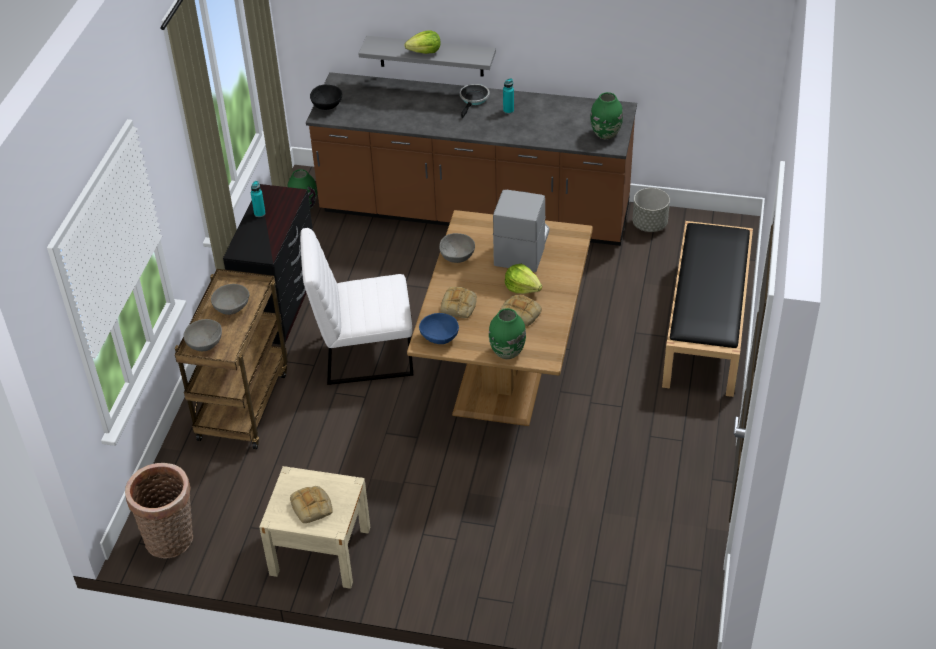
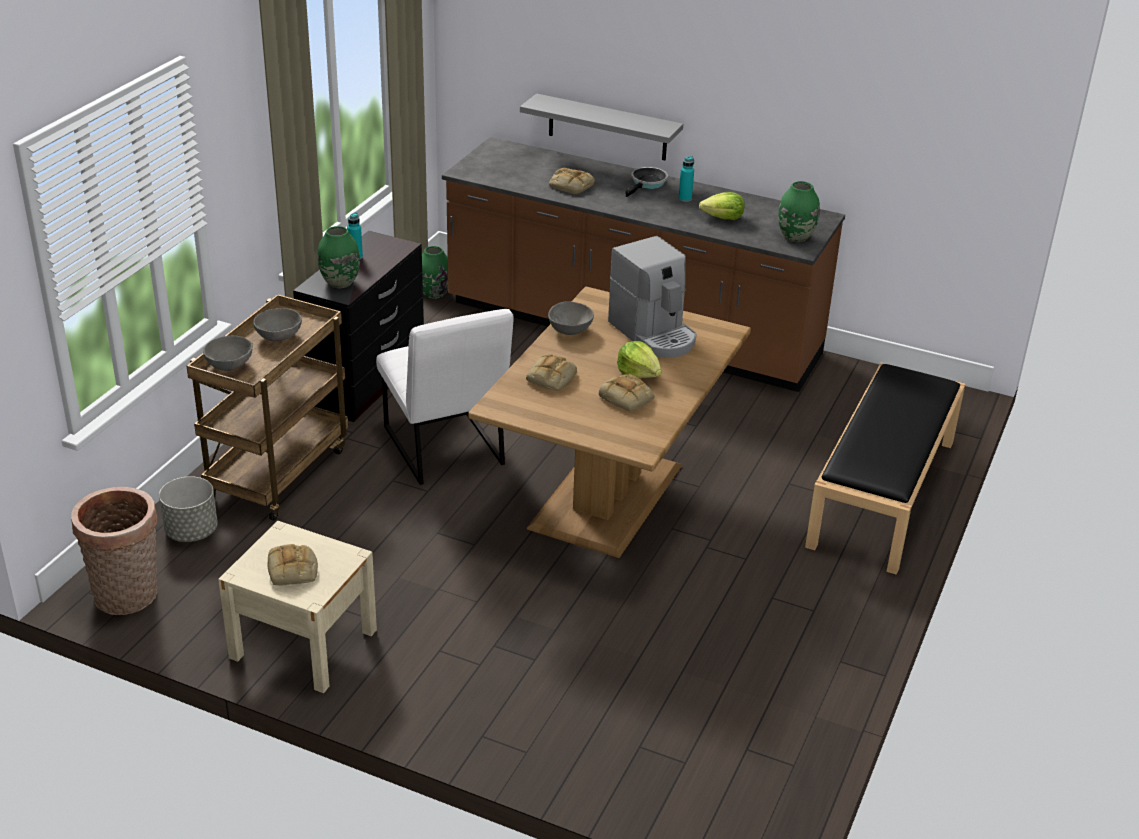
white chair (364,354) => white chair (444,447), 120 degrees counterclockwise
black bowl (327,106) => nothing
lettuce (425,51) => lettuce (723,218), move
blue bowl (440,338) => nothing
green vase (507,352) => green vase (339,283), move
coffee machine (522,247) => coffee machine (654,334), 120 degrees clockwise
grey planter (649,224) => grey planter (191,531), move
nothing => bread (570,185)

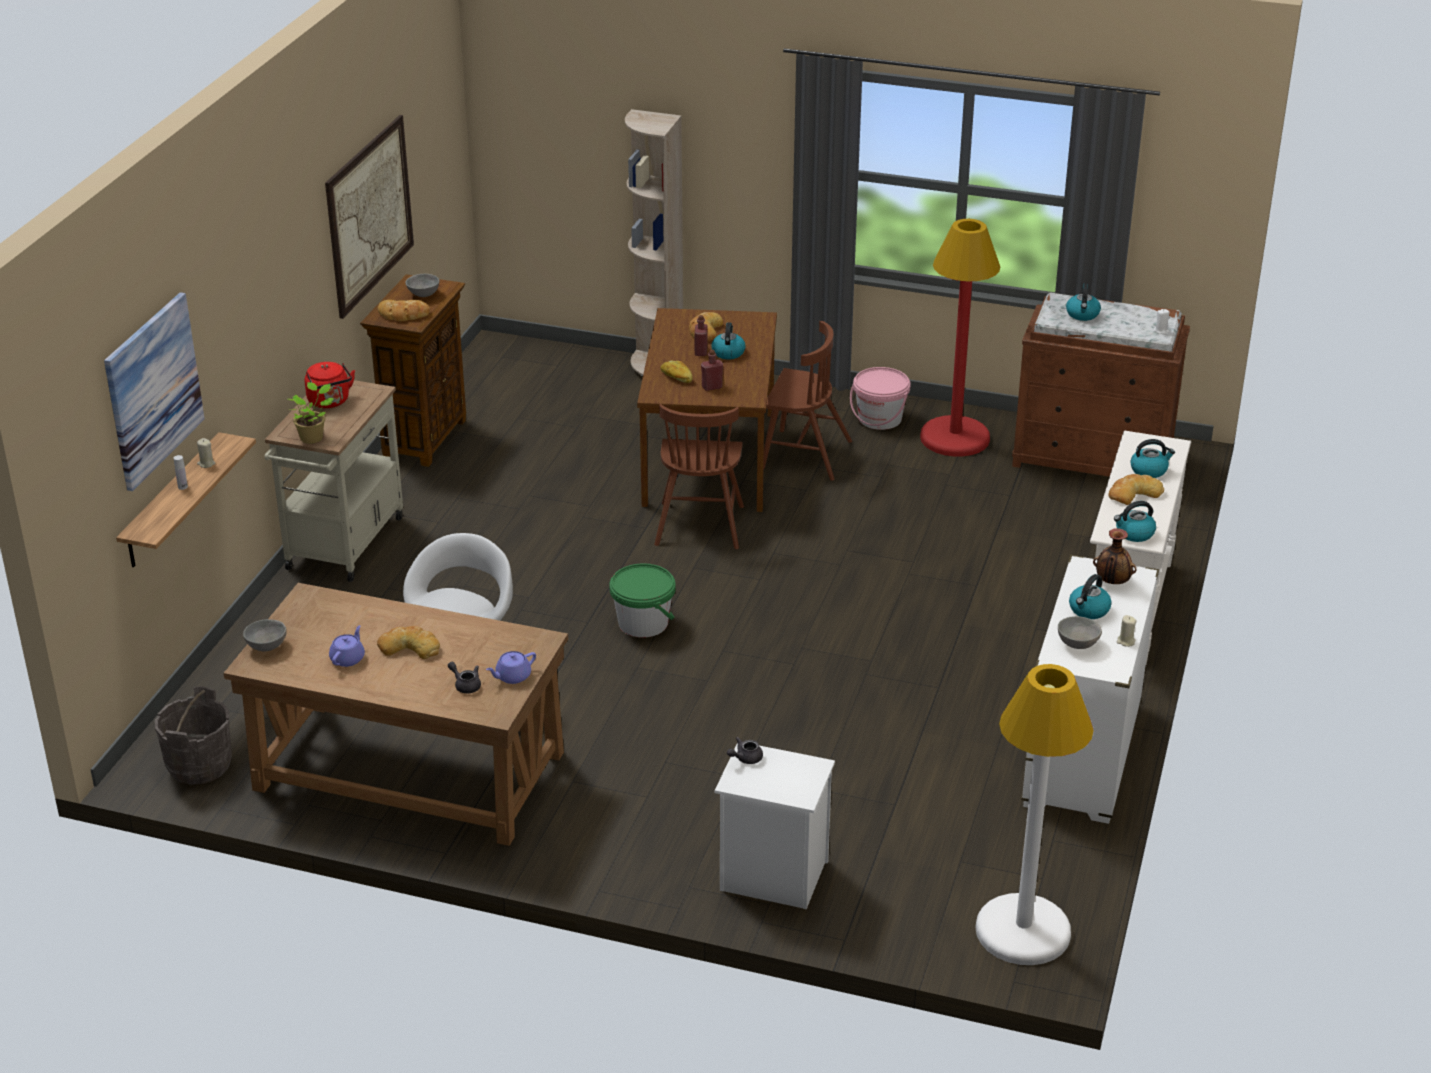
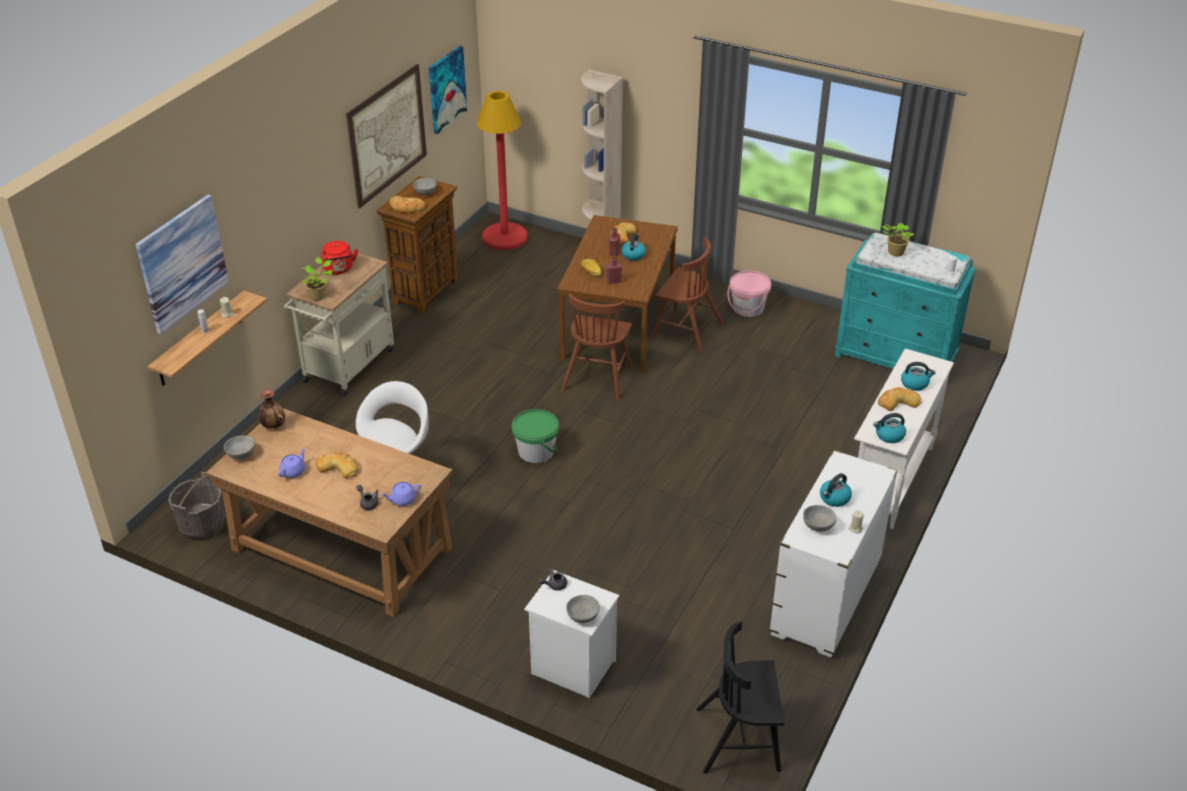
red floor lamp (955,438) => red floor lamp (505,237), move
white floor lamp (1022,931) => black chair (743,738)
brown dresser (1093,459) => turquoise dresser (896,355)
kettle (1082,314) => potted plant (894,252)
vase (1112,582) => vase (273,426), move
nothing => picture (446,89)
nothing => grey bowl (582,617)

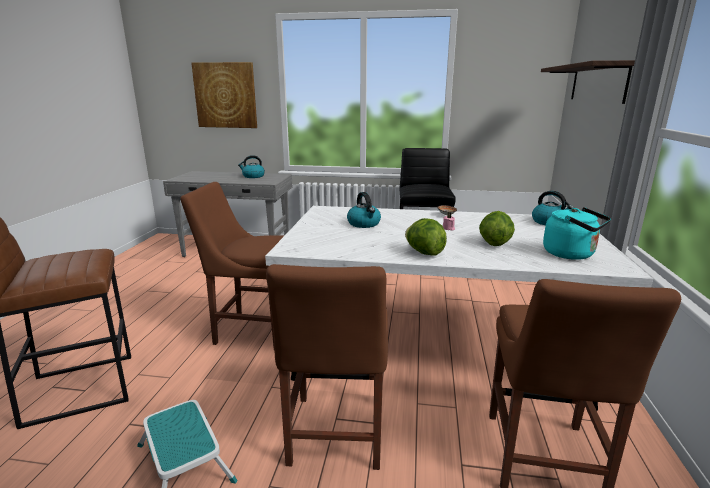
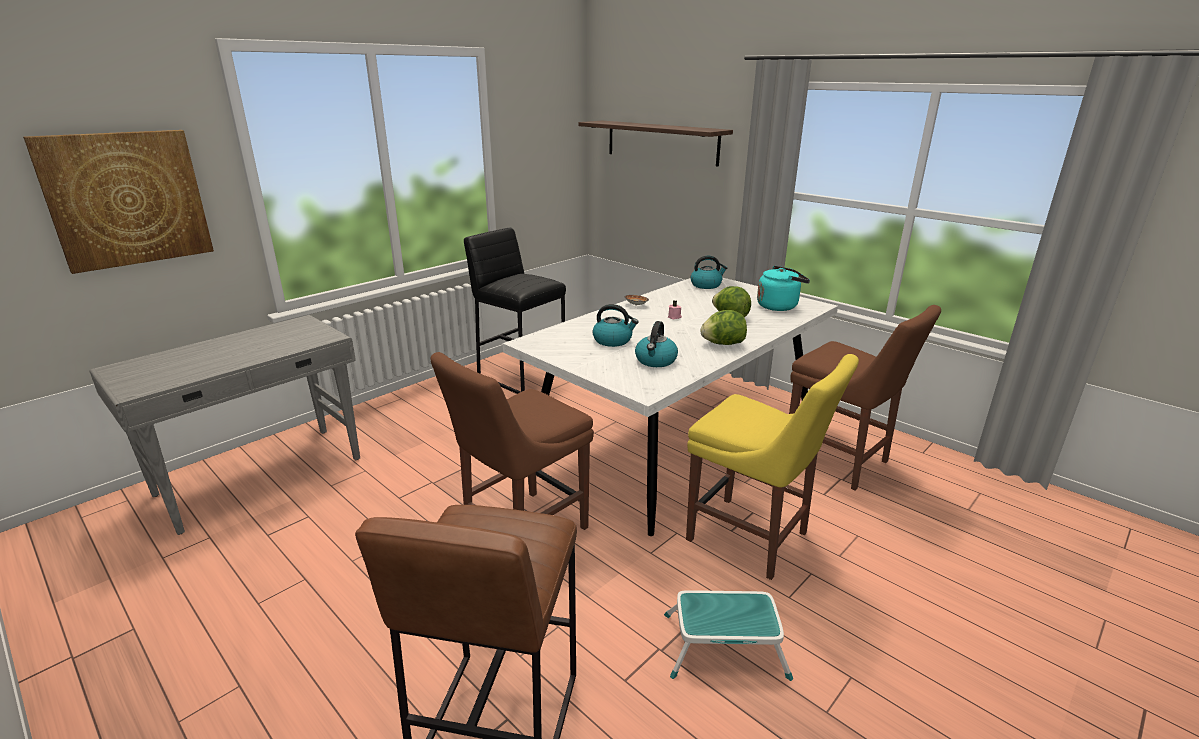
kettle (253,176) => kettle (656,361), move
brown chair (335,435) => yellow chair (752,539)

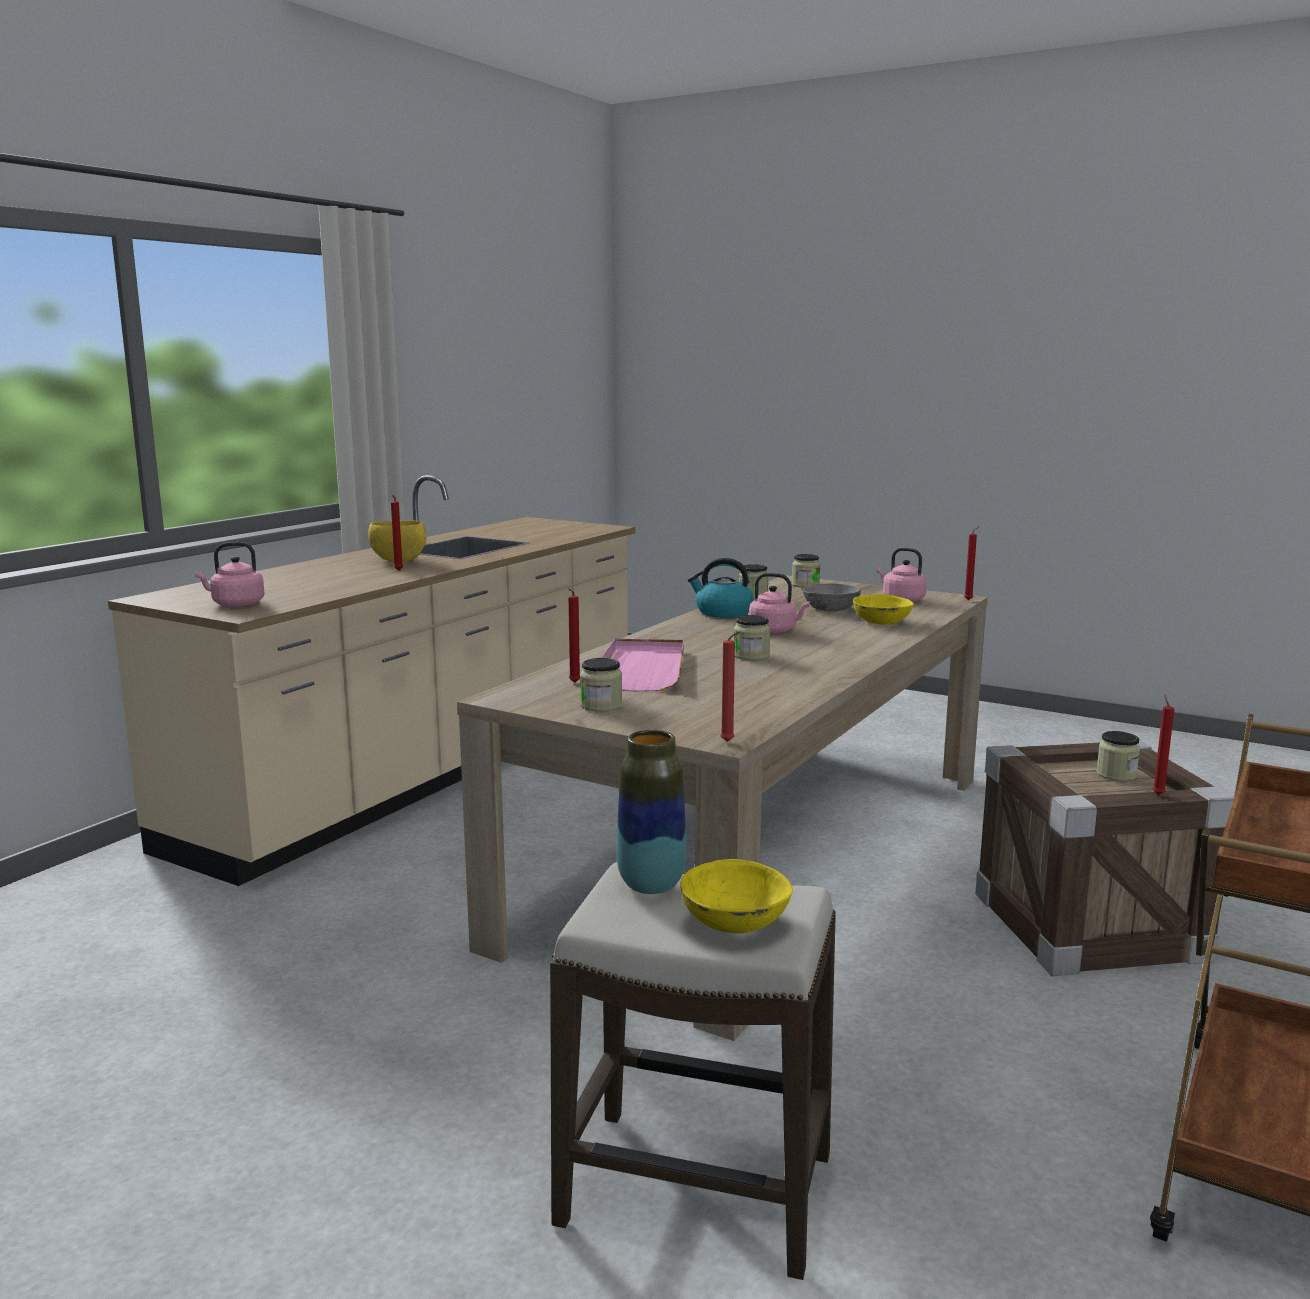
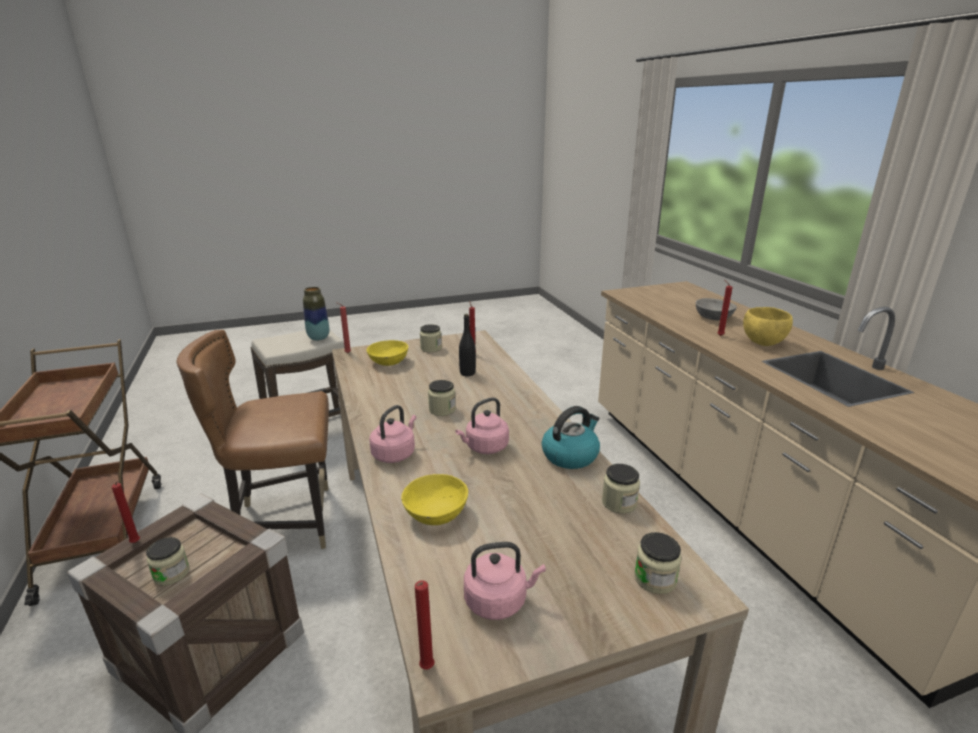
pink kettle (235,604) => pink kettle (395,454), move
pink tray (642,669) => black bottle (467,373)
yellow bowl (733,921) => yellow bowl (389,361), move
grey bowl (831,609) => grey bowl (712,318), move
nothing => brown chair (285,521)

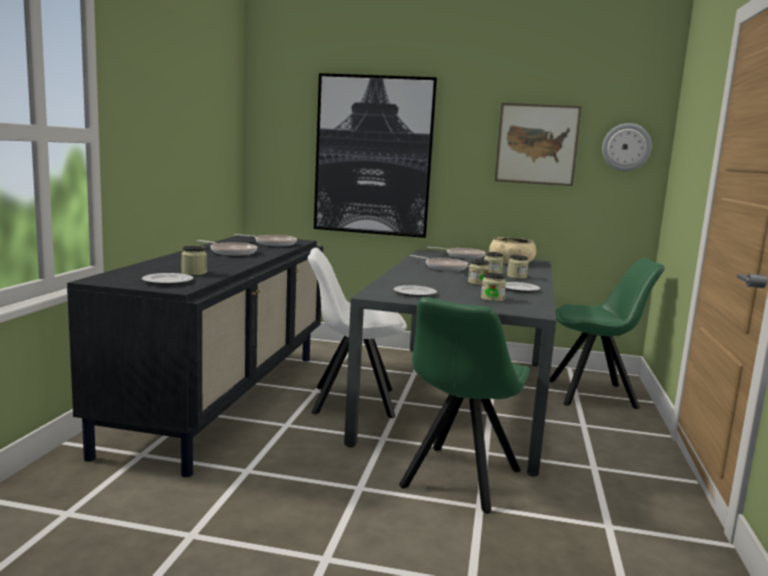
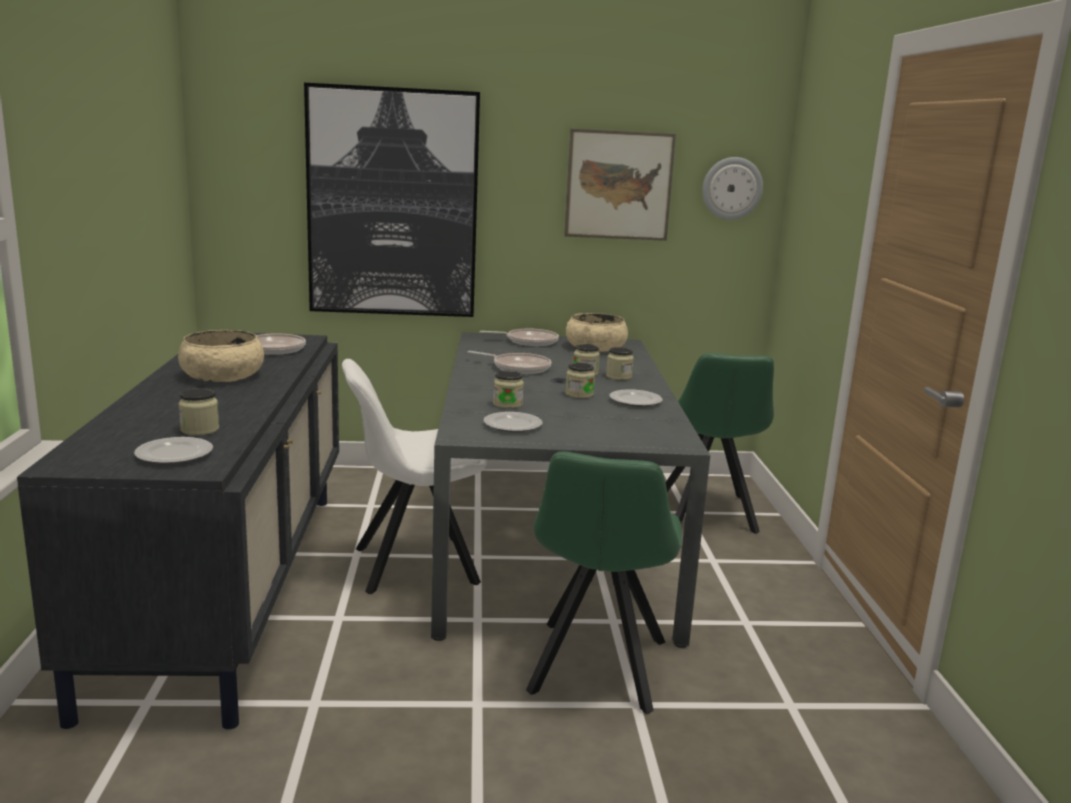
frying pan (231,252) => beige bowl (222,375)
jar (492,299) => jar (507,404), move
green chair (593,394) => green chair (708,512), 105 degrees clockwise

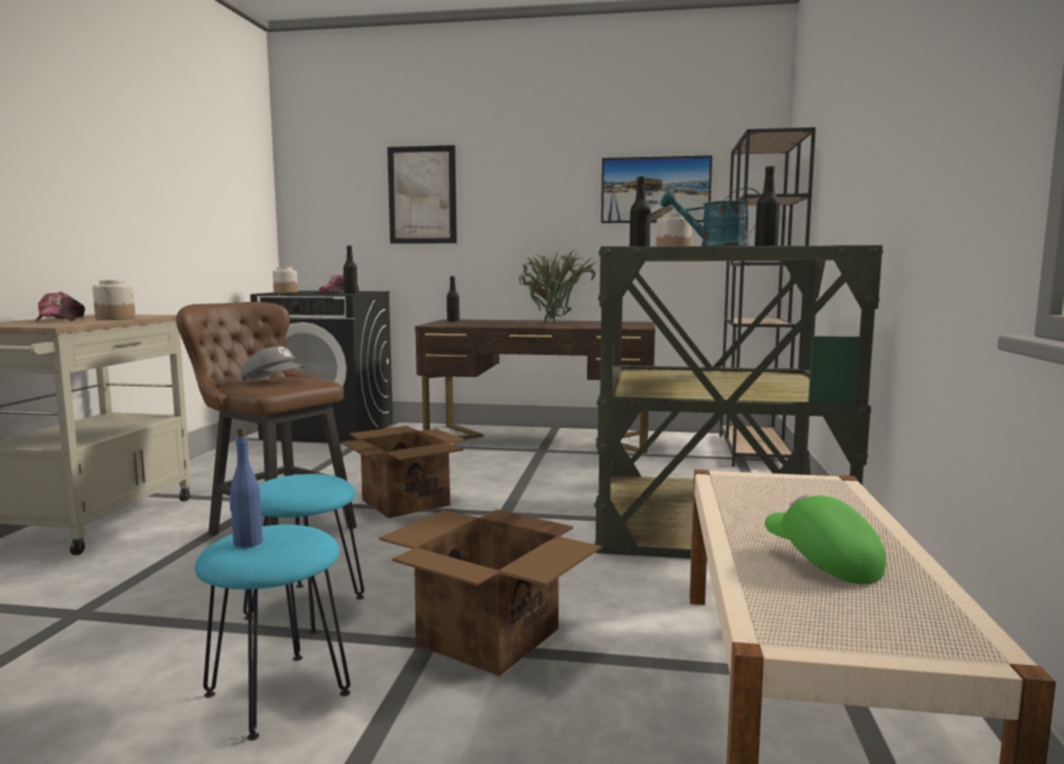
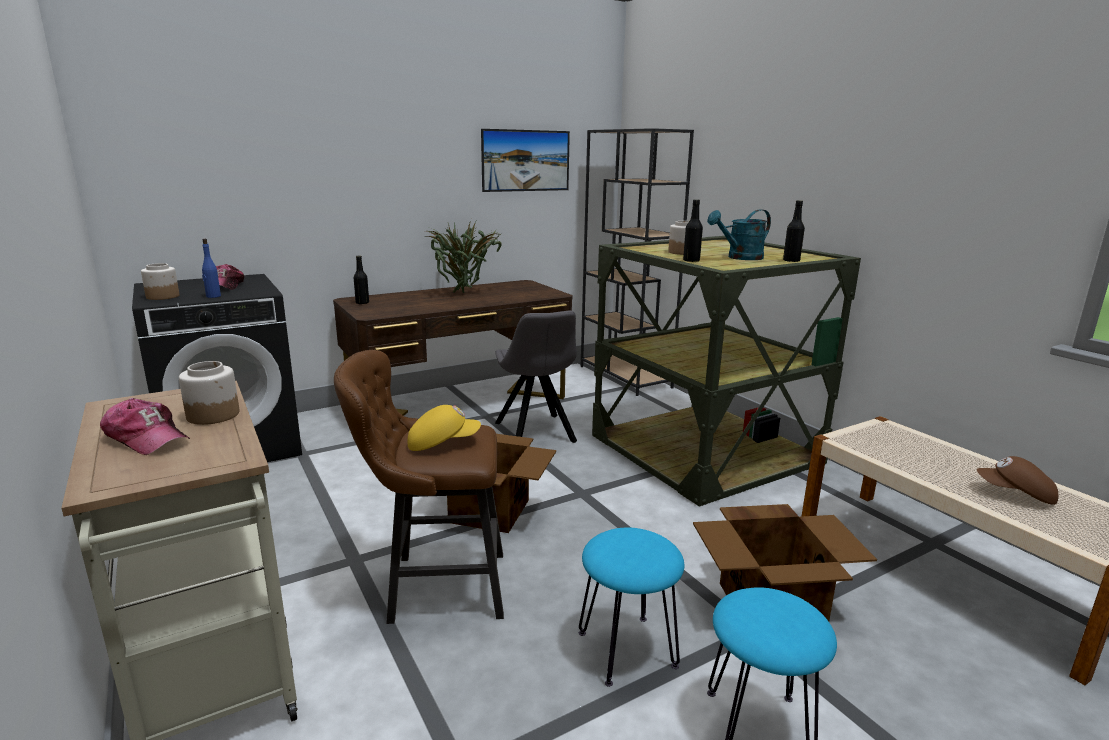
blue bottle (247,543) => blue bottle (213,296), move
grey cap (274,381) => yellow cap (442,443)
black bottle (351,293) => nothing
picture (422,195) => nothing
green cap (821,563) => brown cap (1015,494)
nothing => grey chair (536,432)

